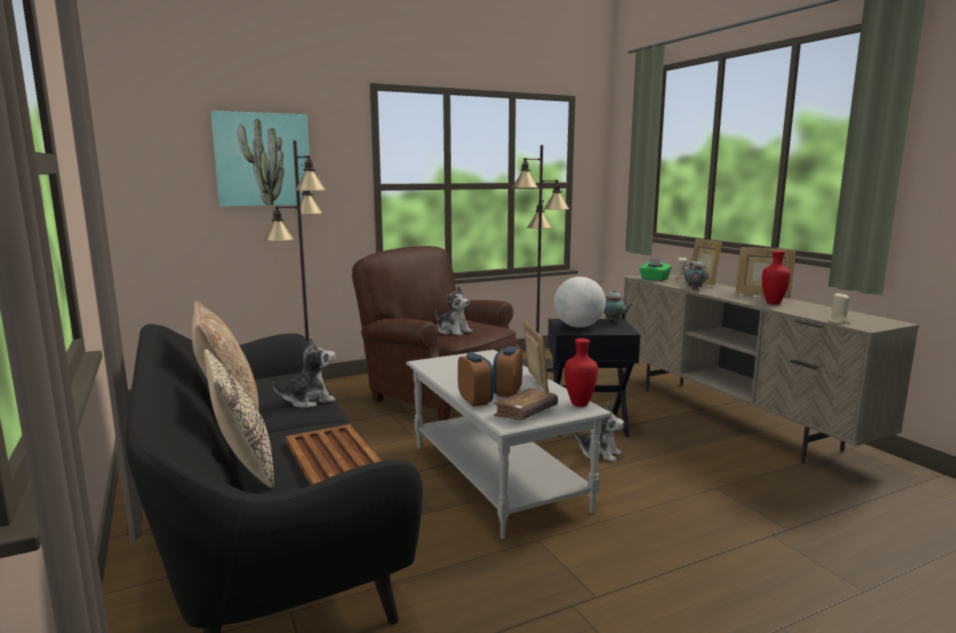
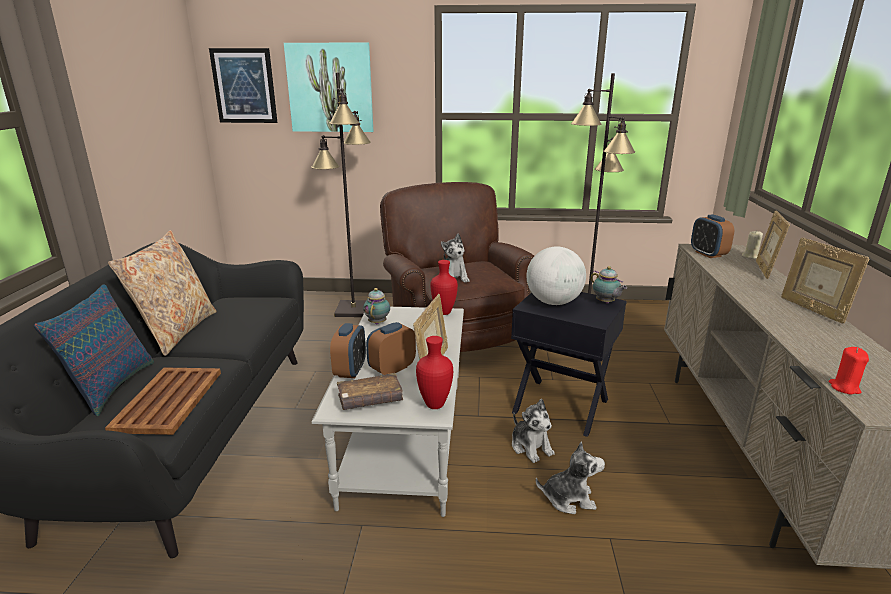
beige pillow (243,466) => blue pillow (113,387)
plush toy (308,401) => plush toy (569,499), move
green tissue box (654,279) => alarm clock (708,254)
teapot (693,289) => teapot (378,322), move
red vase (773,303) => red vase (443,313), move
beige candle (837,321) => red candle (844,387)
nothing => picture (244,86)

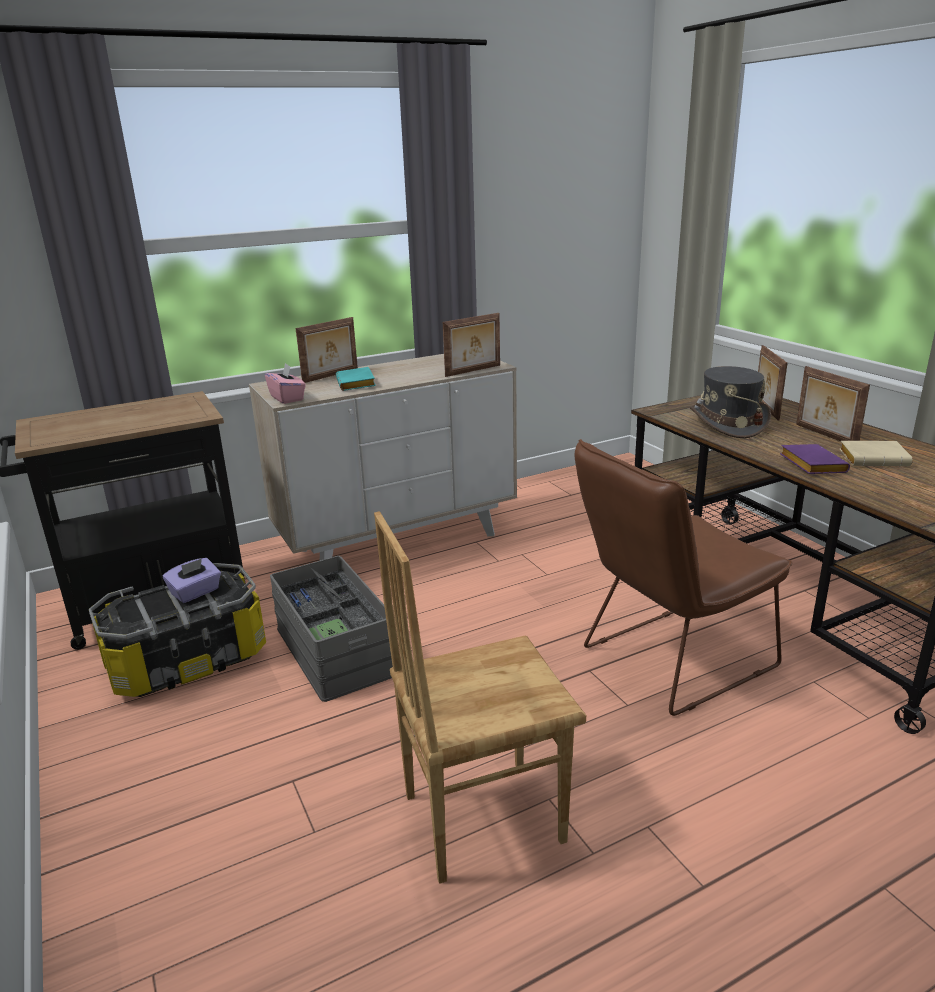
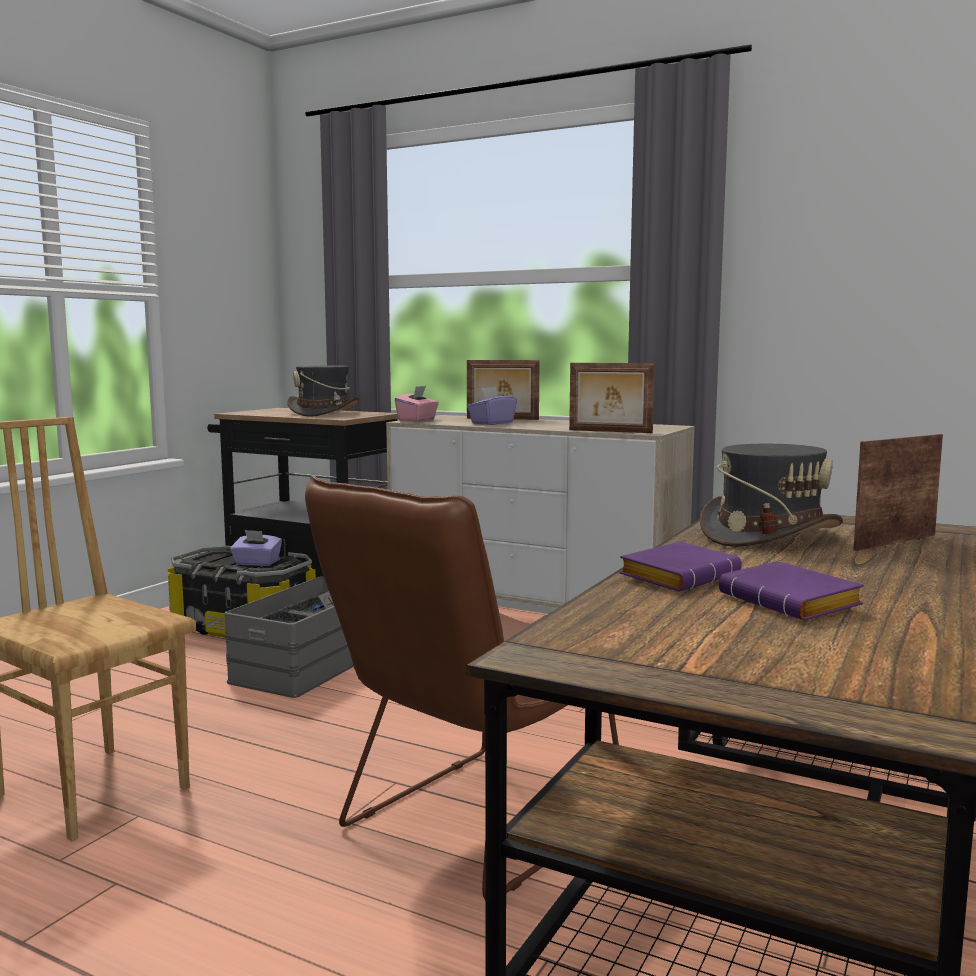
turquoise book (357,384) => purple tissue box (491,423)
brown chair (668,661) => brown chair (471,826), 75 degrees counterclockwise
picture frame (824,435) => nothing
beige book (874,459) => purple book (793,603)
nothing => grey hat (324,413)

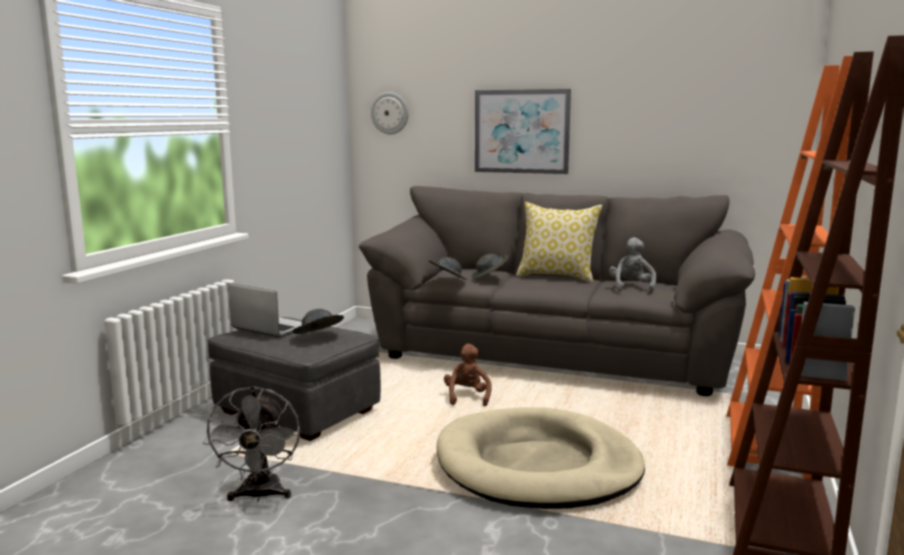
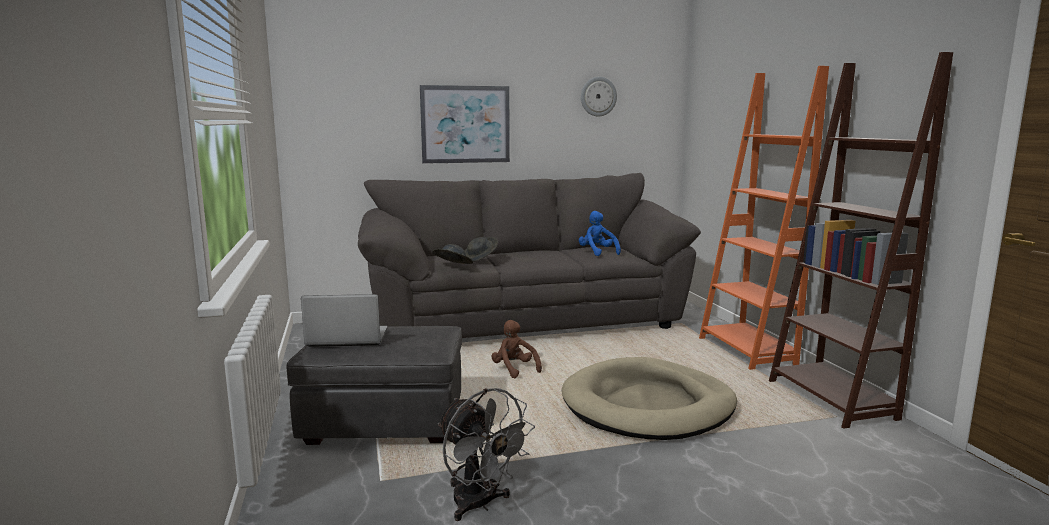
grey hat (318,337) => nothing
wall clock (390,113) => wall clock (598,96), move
pillow (557,276) => nothing
grey plush toy (631,288) => blue plush toy (597,252)

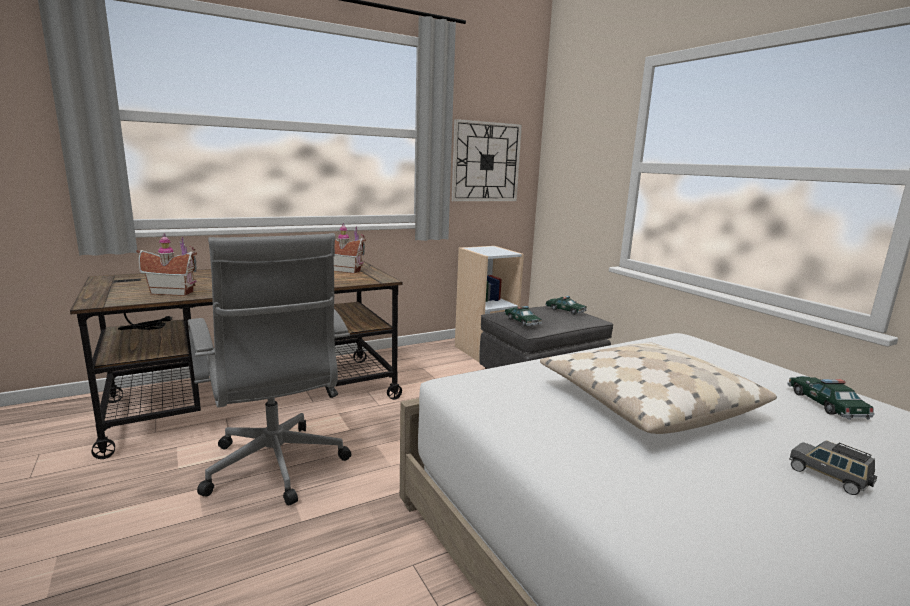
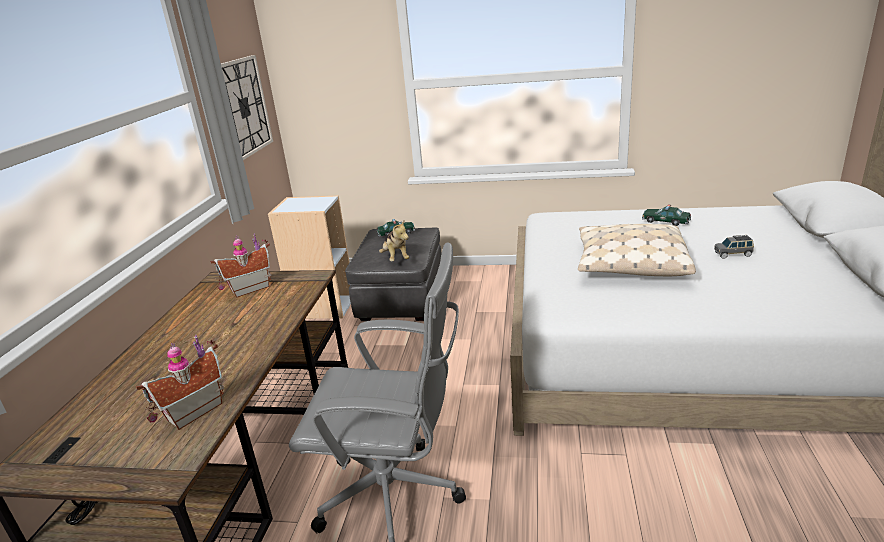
toy car (522,321) => plush toy (395,258)

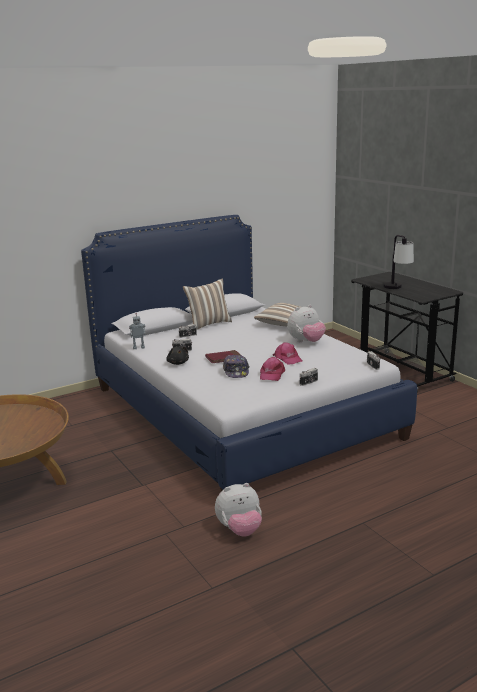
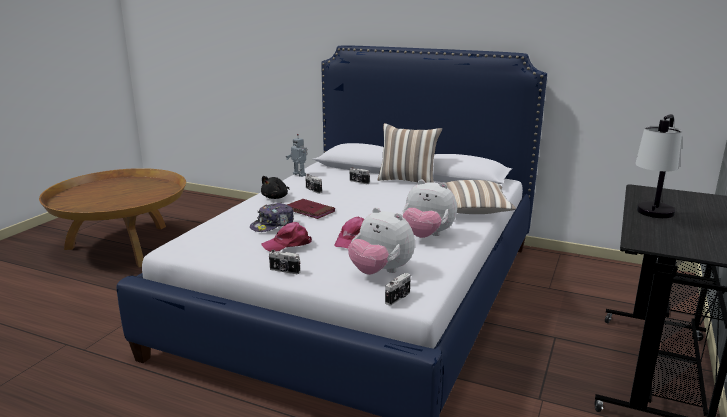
plush toy (240,530) => plush toy (381,272), move

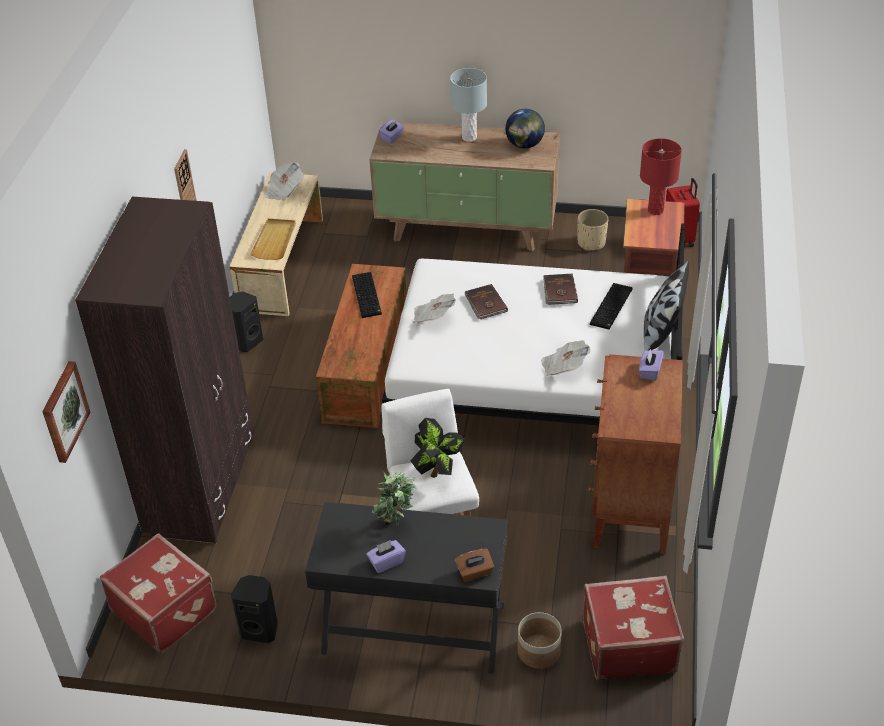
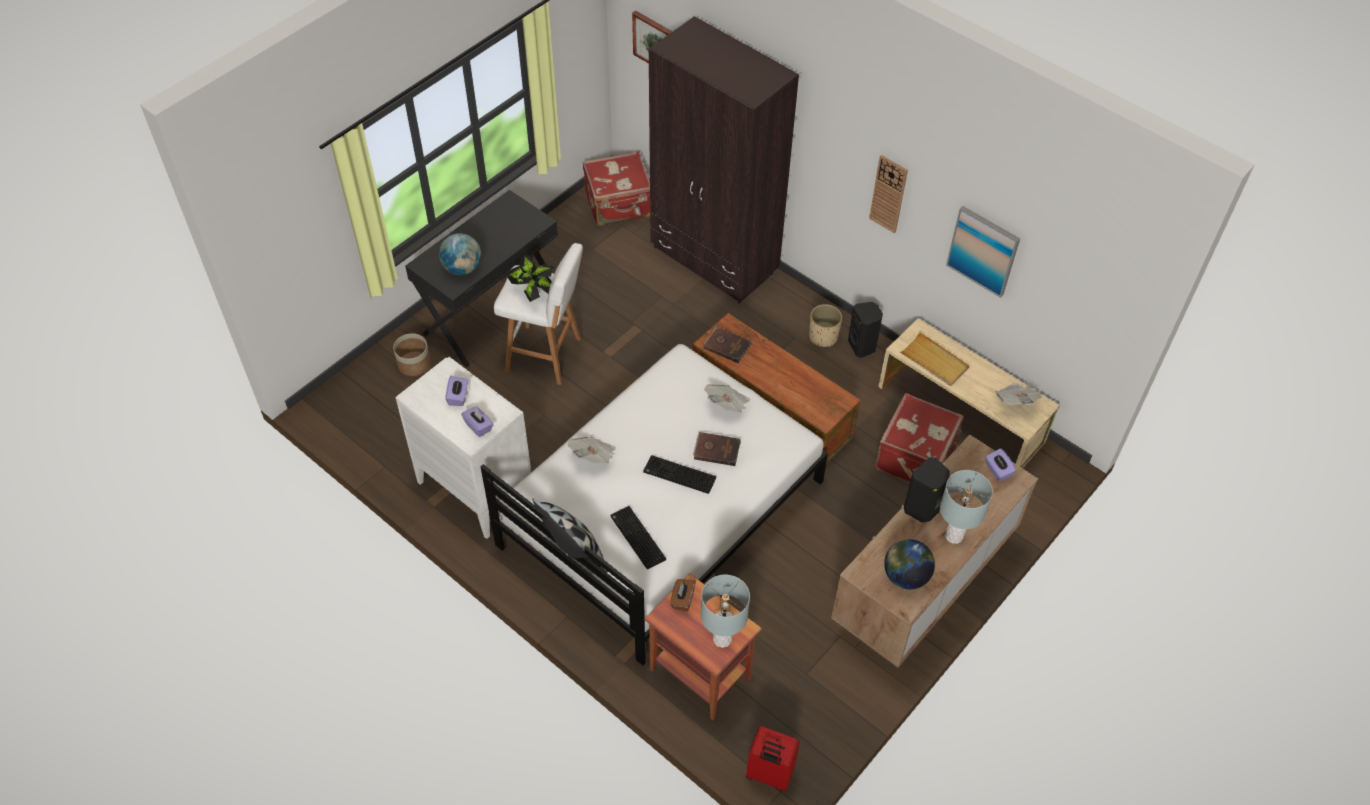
black speaker (260,629) => black speaker (922,509), move
keyboard (367,296) => keyboard (678,476), move
purple tissue box (386,562) => purple tissue box (458,397), move
potted plant (396,523) => nothing
brown tissue box (474,572) => brown tissue box (682,599), move
brown book (559,291) => brown book (727,345), move
beige planter (591,243) => beige planter (823,337), move
red suitcase (627,644) => red suitcase (916,456), move
brown dresser (629,508) => white dresser (475,488)
red table lamp (656,210) => grey table lamp (722,639)
nothing => globe (462,268)
nothing => picture (983,250)

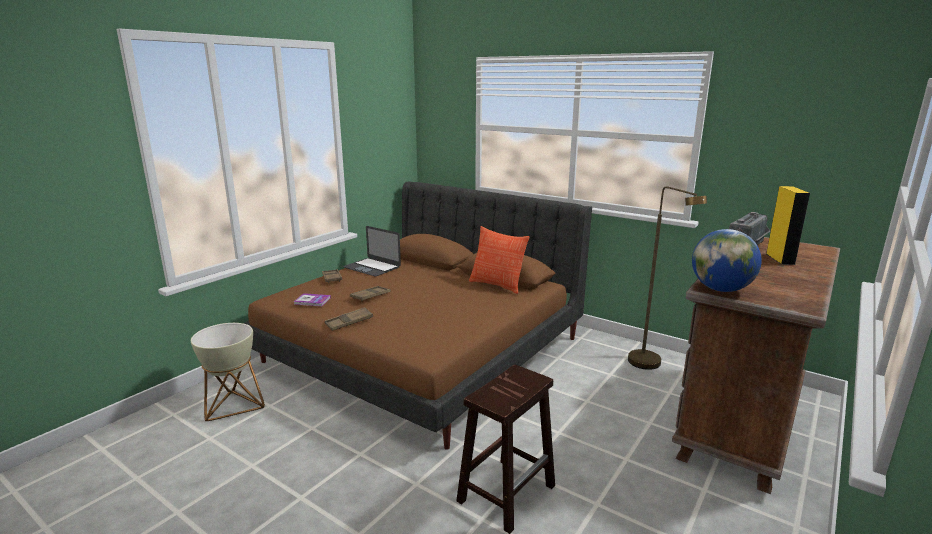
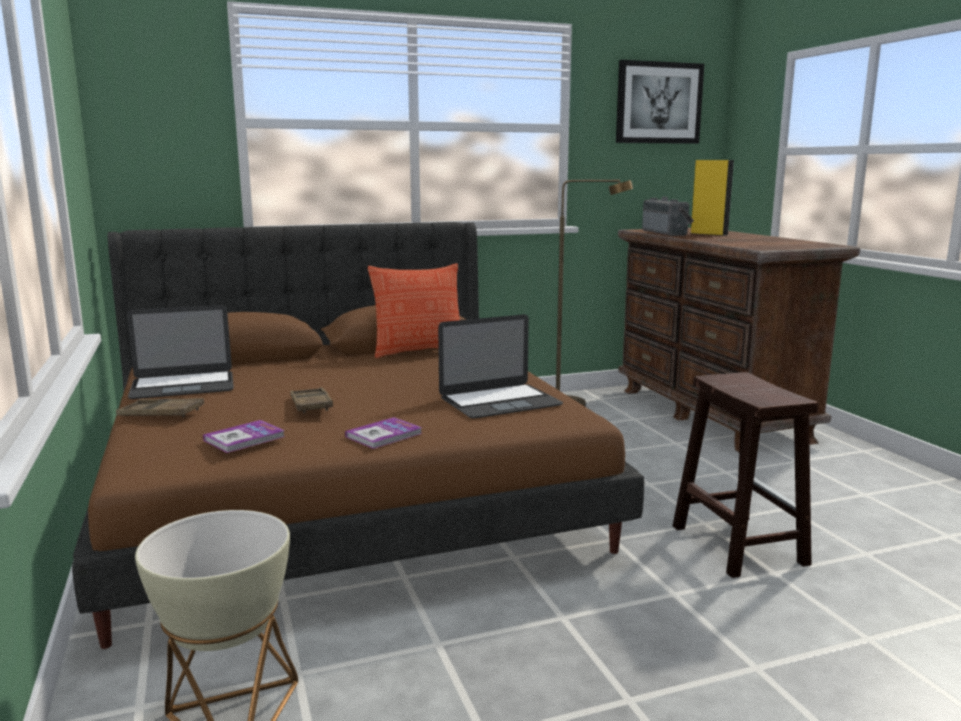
brown tray (349,322) => book (384,435)
globe (720,289) => nothing
nothing => laptop (500,401)
nothing => picture (658,103)

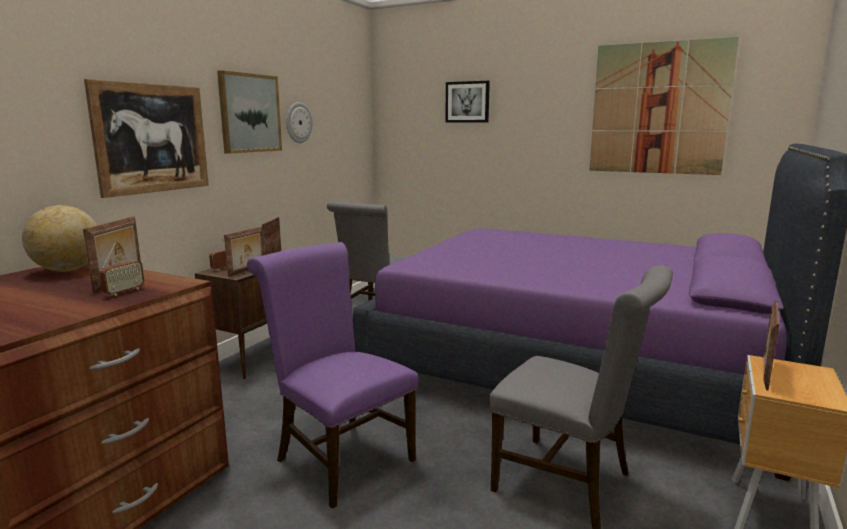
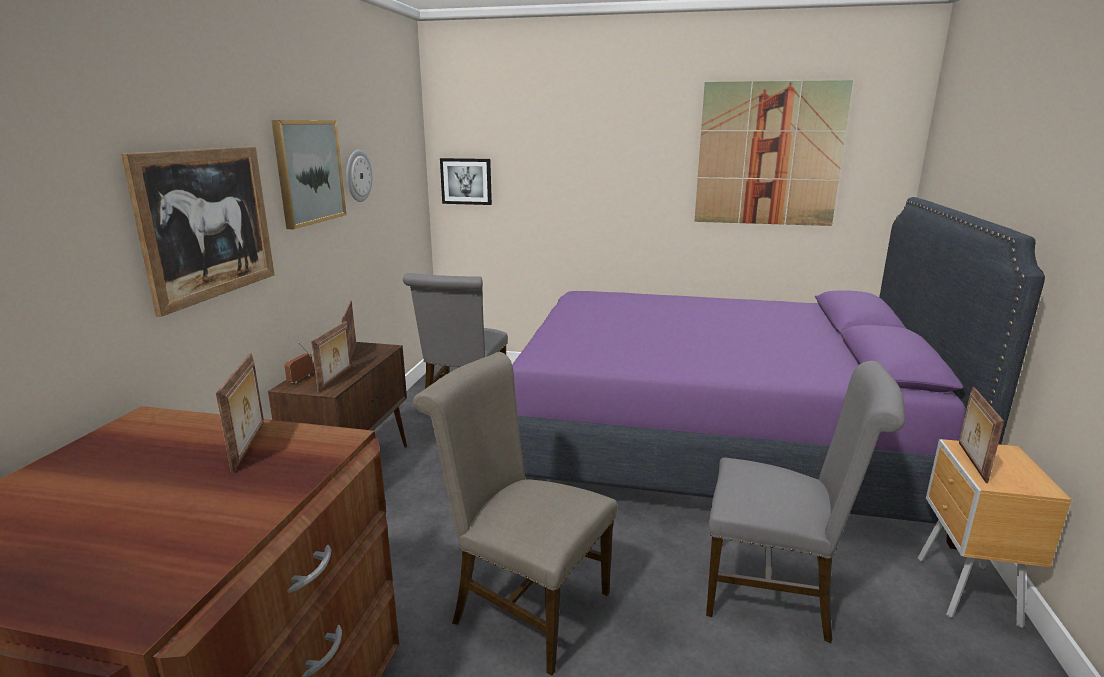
globe (68,270) => nothing
radio (124,292) => nothing
purple chair (339,457) => beige chair (523,604)
picture (467,102) => picture (466,181), move

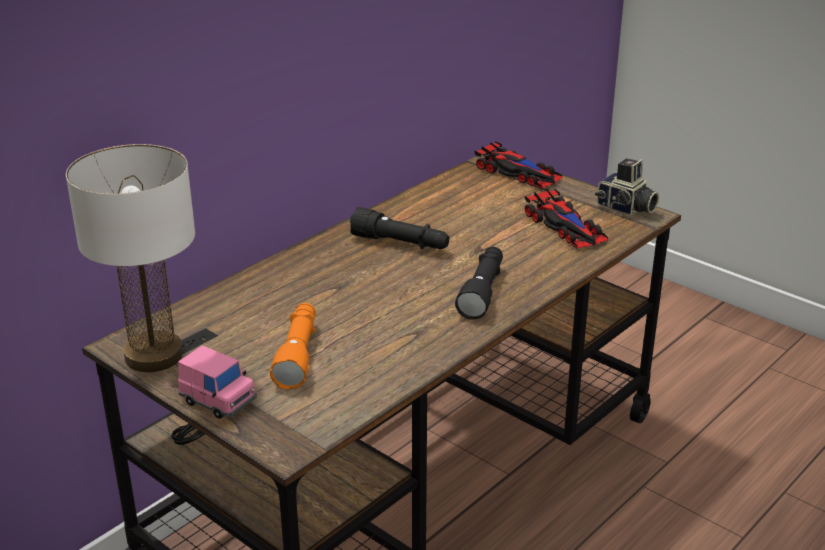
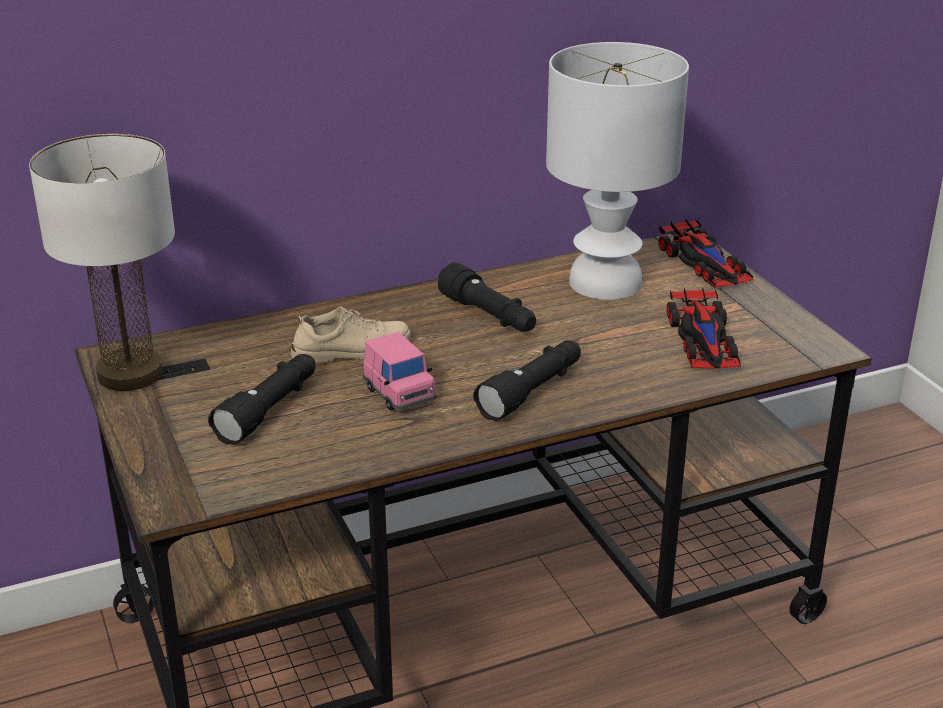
pink toy car (218,401) => pink toy car (399,393), move
orange flashlight (298,354) => black flashlight (270,410)
photo camera (626,208) => nothing
nothing => beige shoe (352,349)
nothing => white table lamp (606,282)

